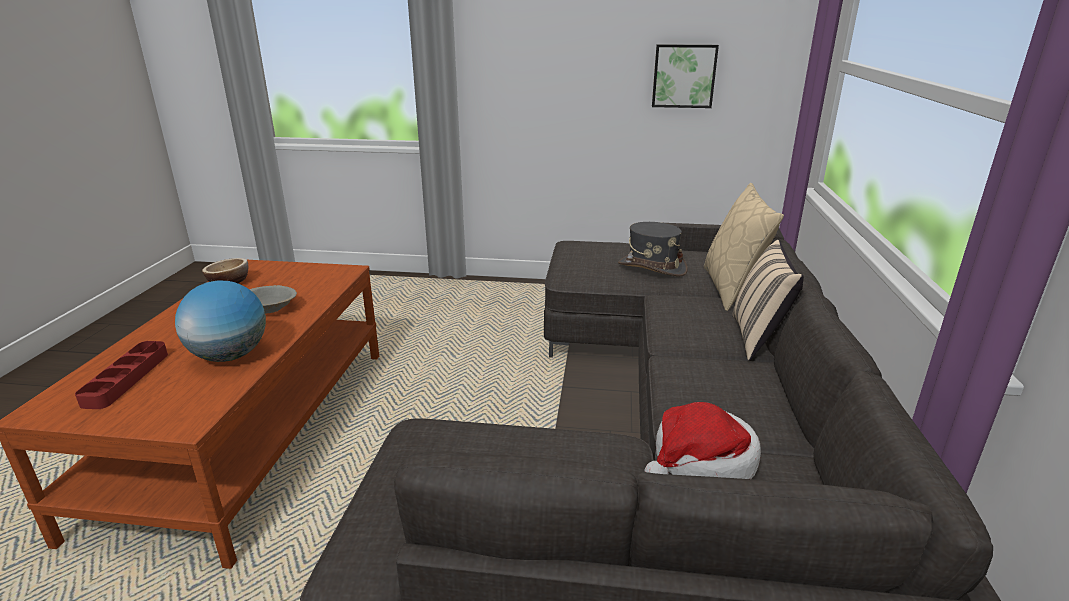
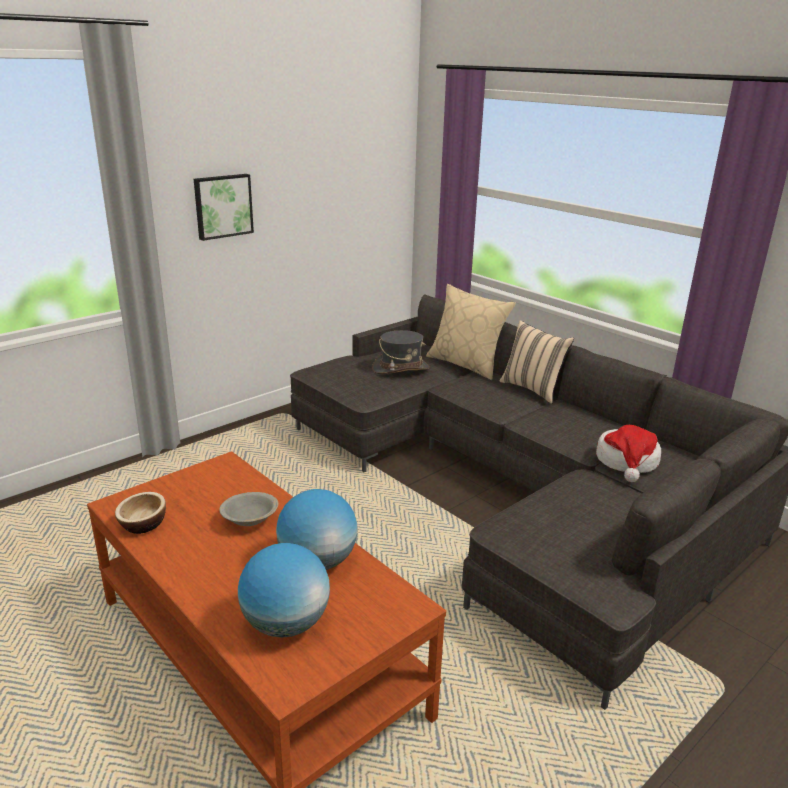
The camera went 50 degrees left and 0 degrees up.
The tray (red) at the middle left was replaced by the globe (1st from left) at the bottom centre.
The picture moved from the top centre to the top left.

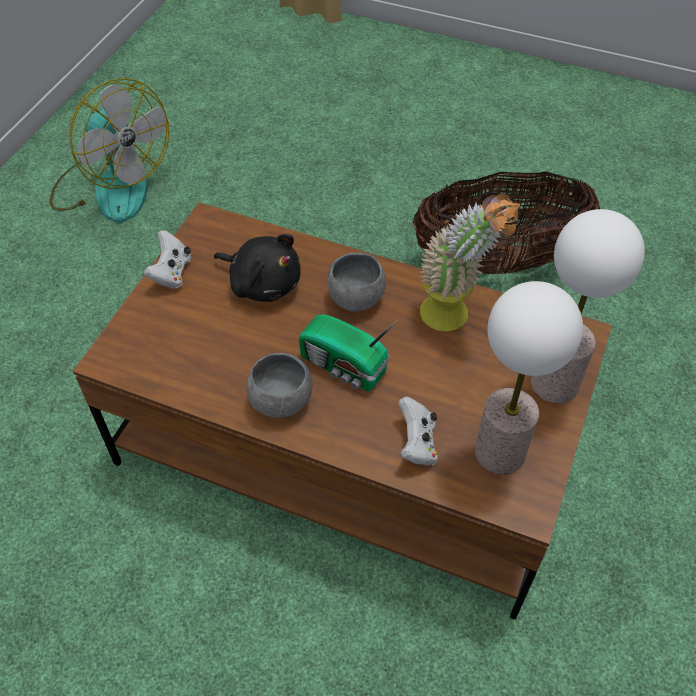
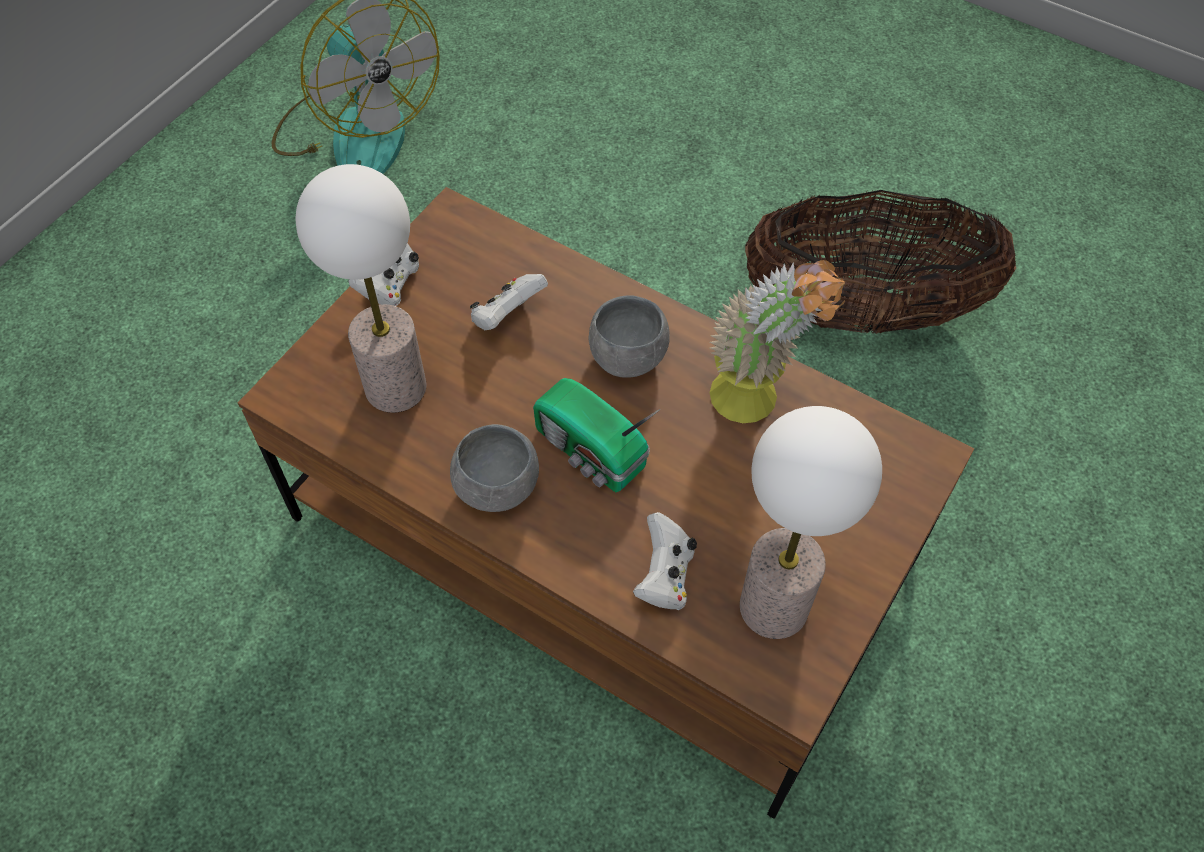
The camera went 10 degrees right and 5 degrees up.
The plush toy (black) at the centre was replaced by the game controller (white) (2nd from left) at the centre.
The table lamp (2nd from left in the first image) moved from the middle right to the middle left.

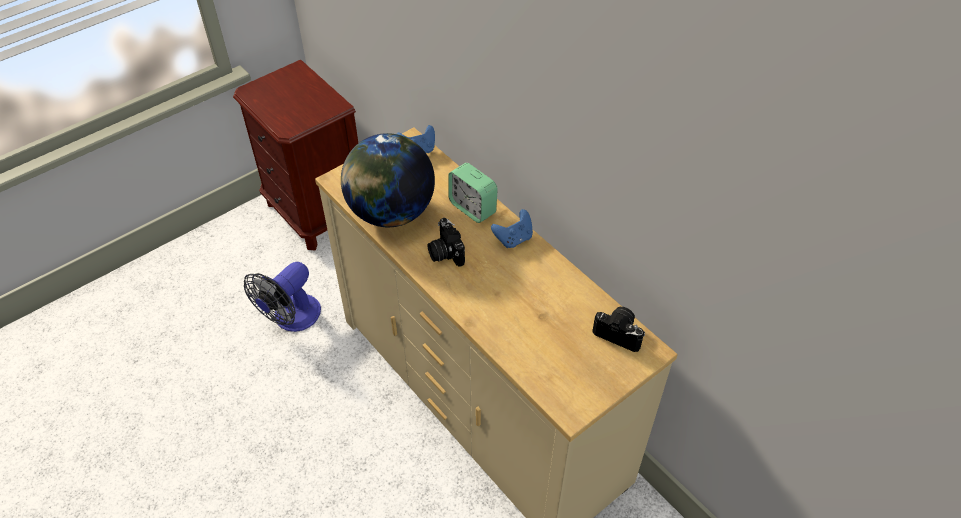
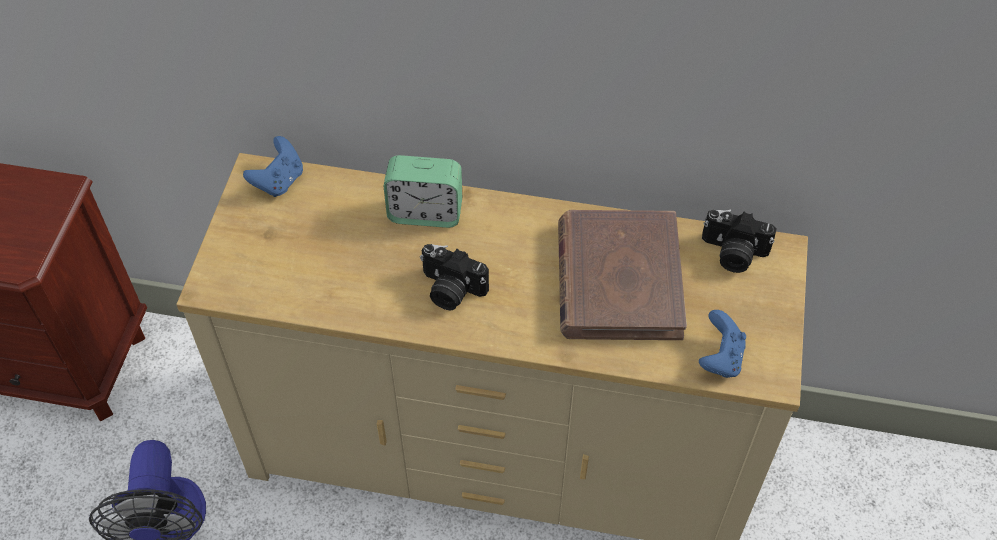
The camera went 40 degrees left and 5 degrees up.
The globe at the centre disappeared.
The game controller (blue) (2nd from left) moved from the centre to the middle right.
The photo camera (2nd from left) at the centre turned 150 degrees counterclockwise.
The book (brown) at the centre appeared.

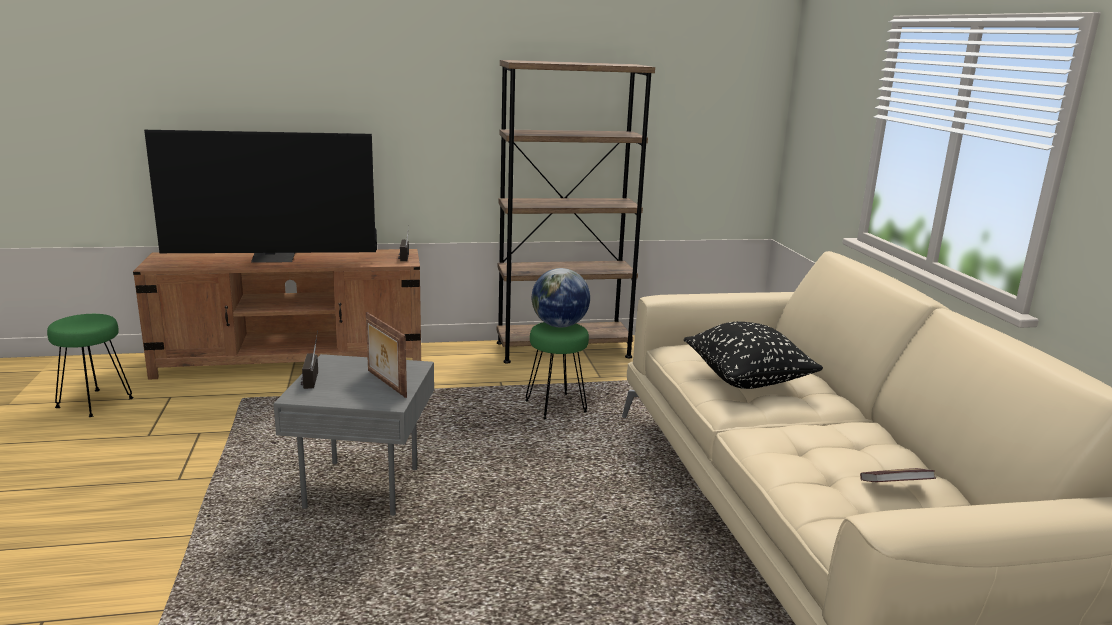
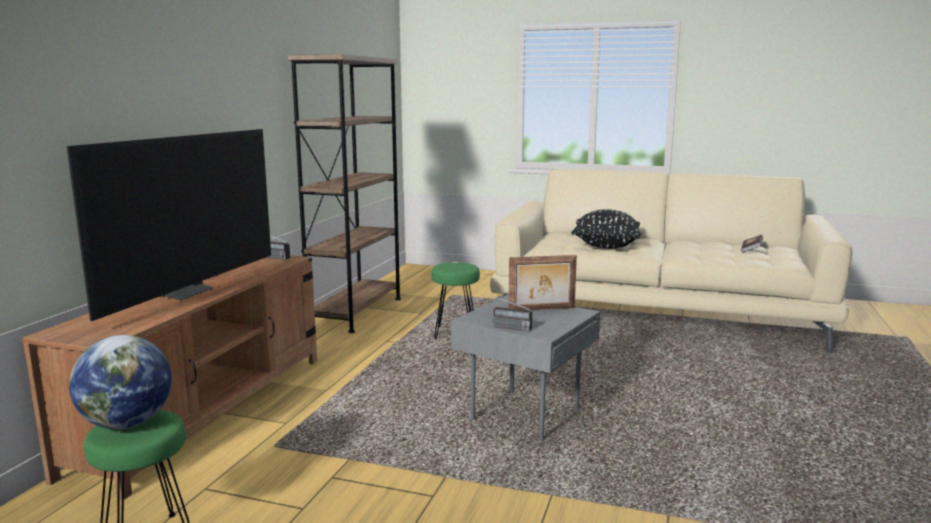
The camera went 60 degrees left and 5 degrees down.
The globe moved from the centre to the bottom left.

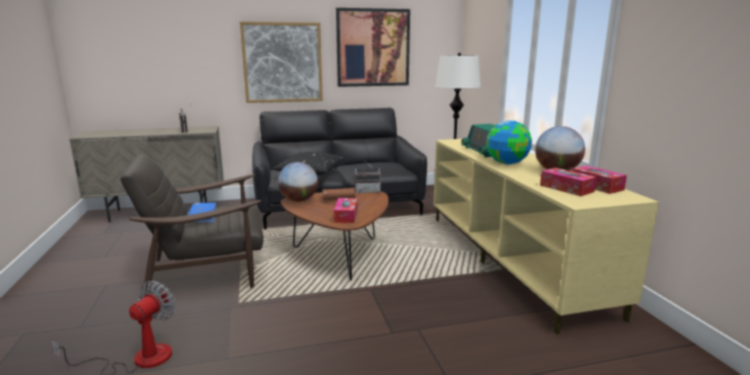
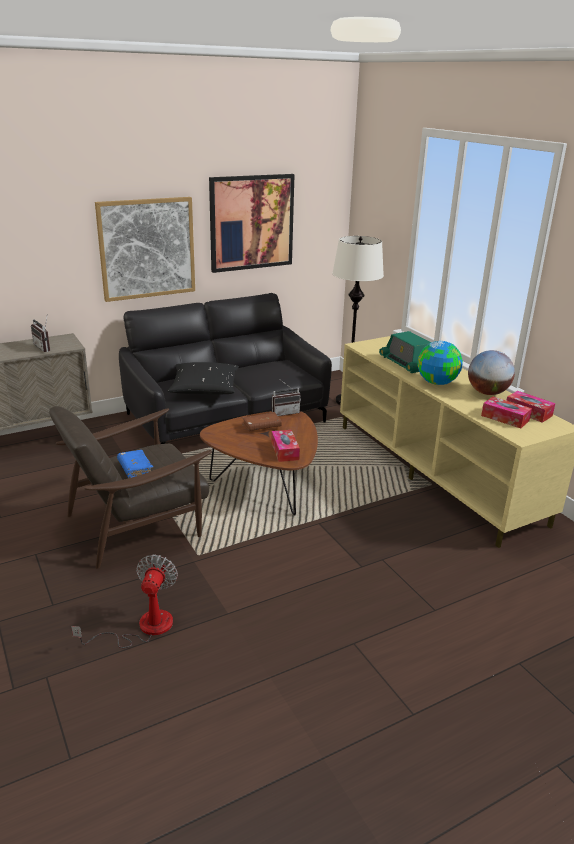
The camera went 15 degrees left and 10 degrees up.
The globe (1st from left) at the centre disappeared.

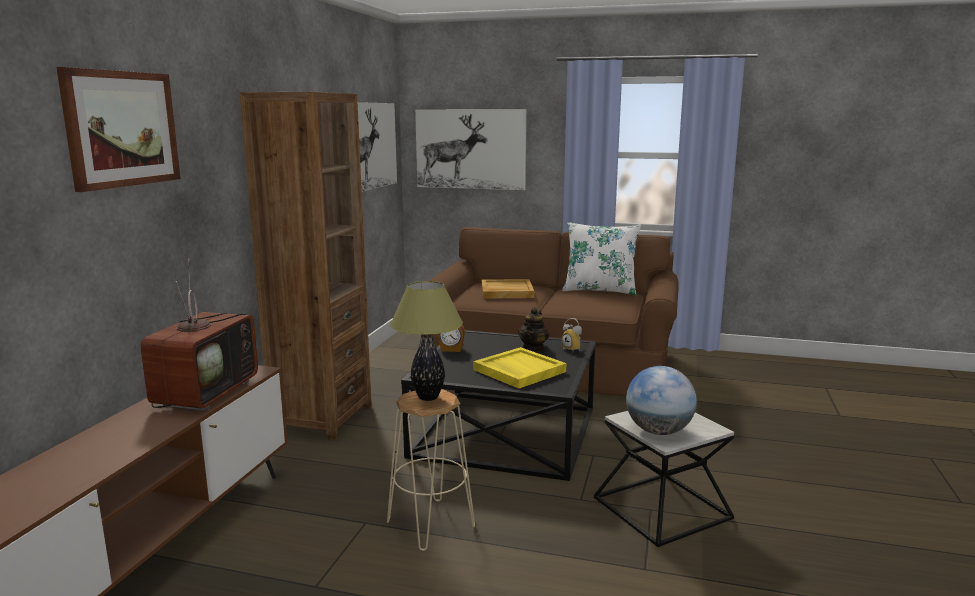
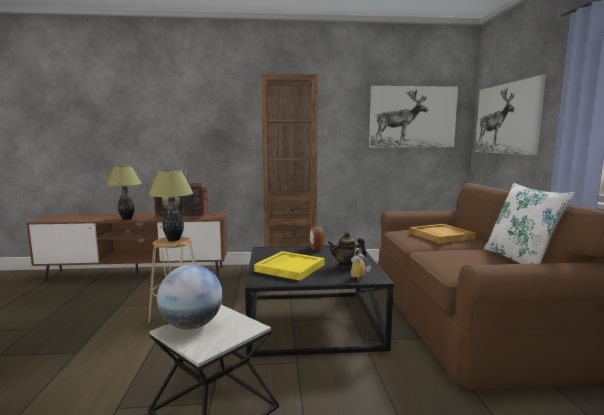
The camera went 70 degrees right and 5 degrees down.
The picture (1st from left) at the top left disappeared.
The table lamp (1st from left) at the middle left appeared.

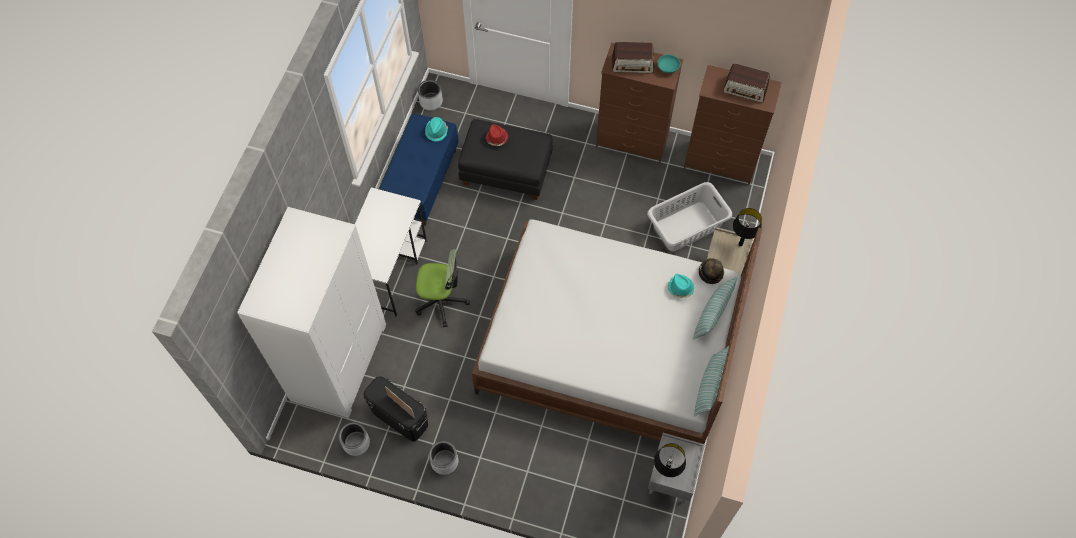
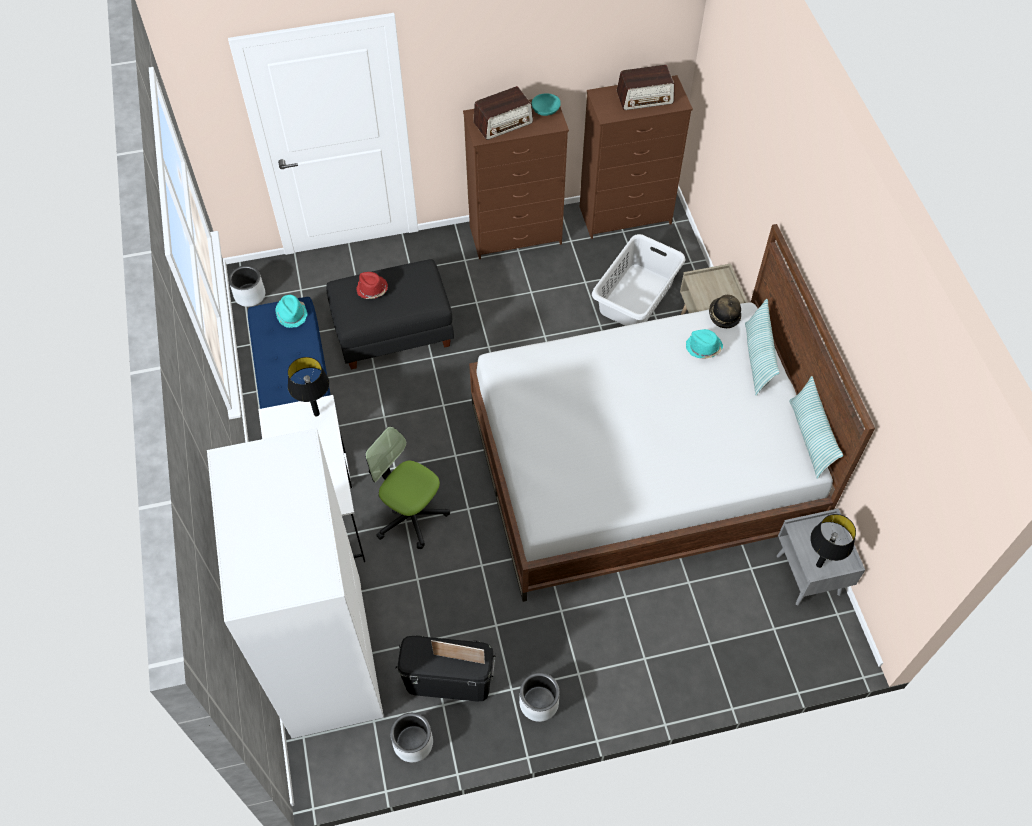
The camera went 30 degrees left and 5 degrees down.
The office chair at the centre turned 120 degrees counterclockwise.
The table lamp (black) (2nd from left in the first image) moved from the middle right to the middle left.

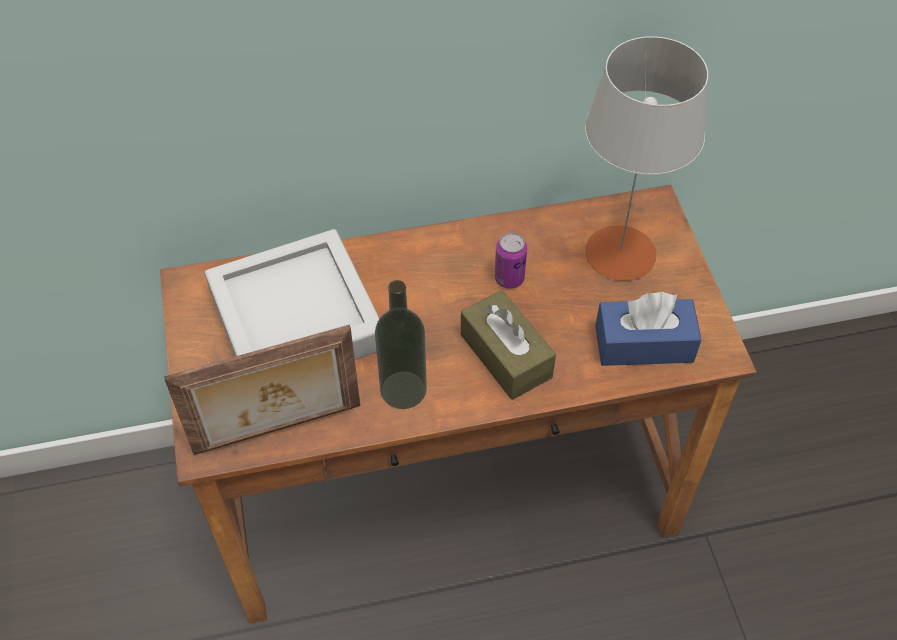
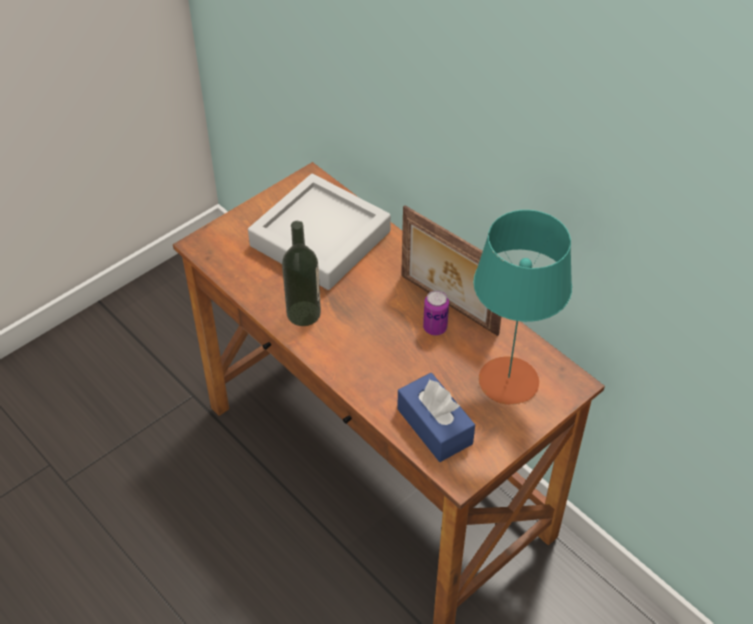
The camera went 60 degrees right and 5 degrees down.
The picture frame moved from the middle left to the centre.
The tissue box (brown) at the centre disappeared.
The table lamp (grey) at the top right became the table lamp (turquoise) at the middle right.

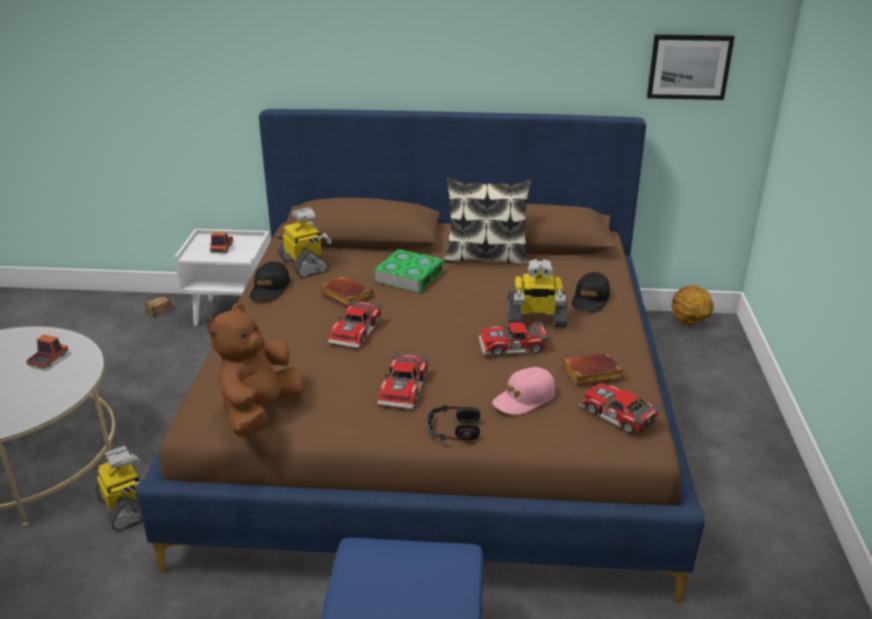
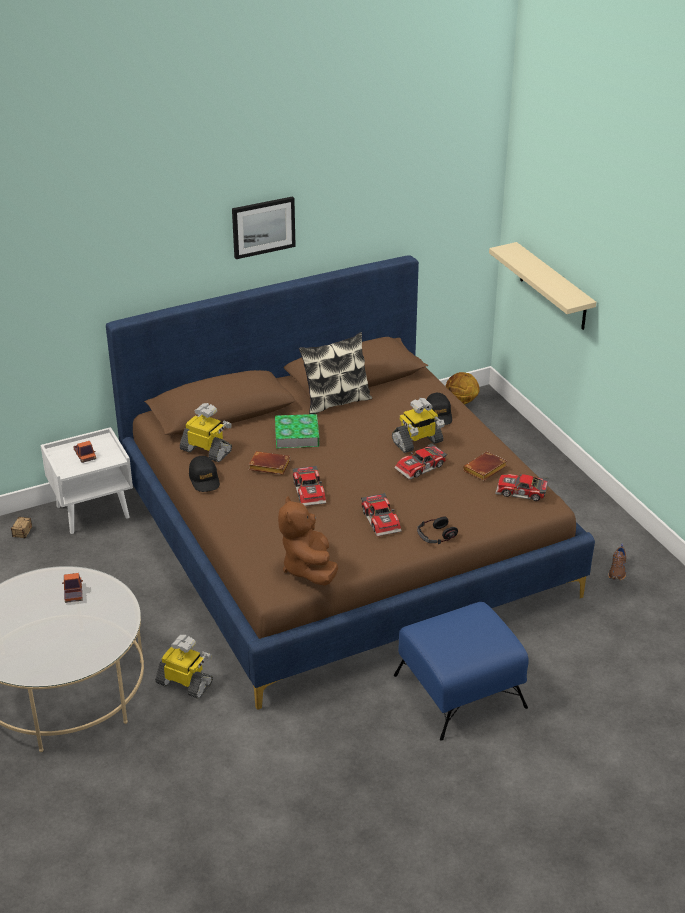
The camera went 30 degrees left and 5 degrees up.
The cap (pink) at the centre disappeared.
The picture moved from the top right to the top centre.
The shelf (beige) at the top right appeared.
The shoe (brown) at the middle right appeared.

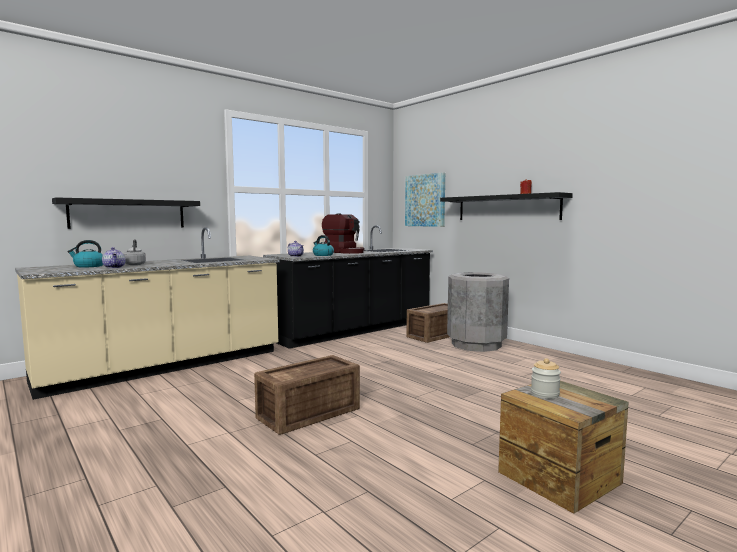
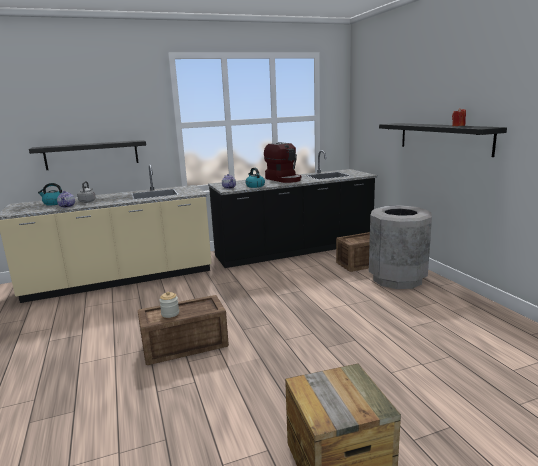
The camera went 20 degrees right and 10 degrees up.
The picture at the centre disappeared.
The jar moved from the bottom right to the middle left.

